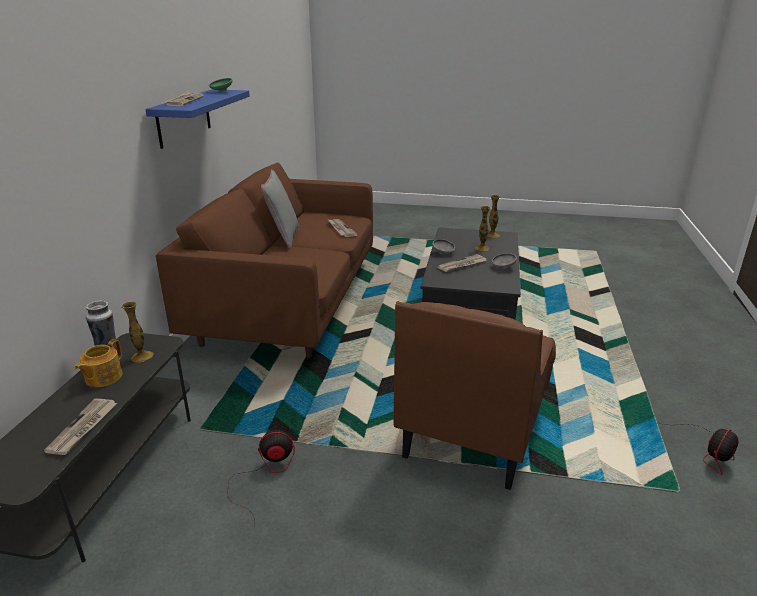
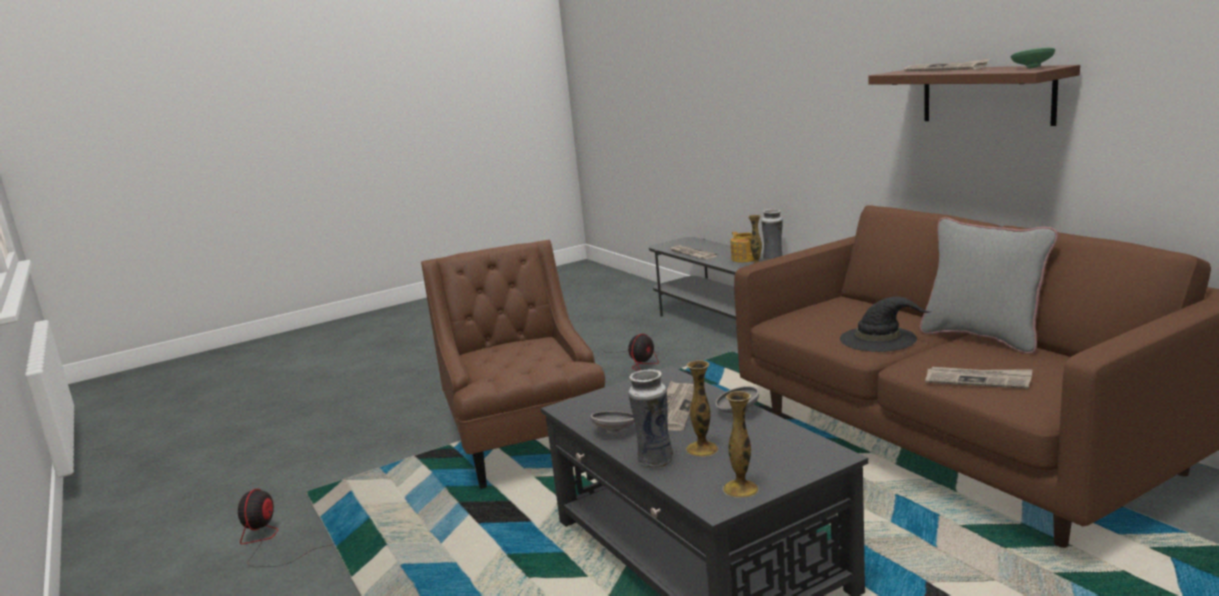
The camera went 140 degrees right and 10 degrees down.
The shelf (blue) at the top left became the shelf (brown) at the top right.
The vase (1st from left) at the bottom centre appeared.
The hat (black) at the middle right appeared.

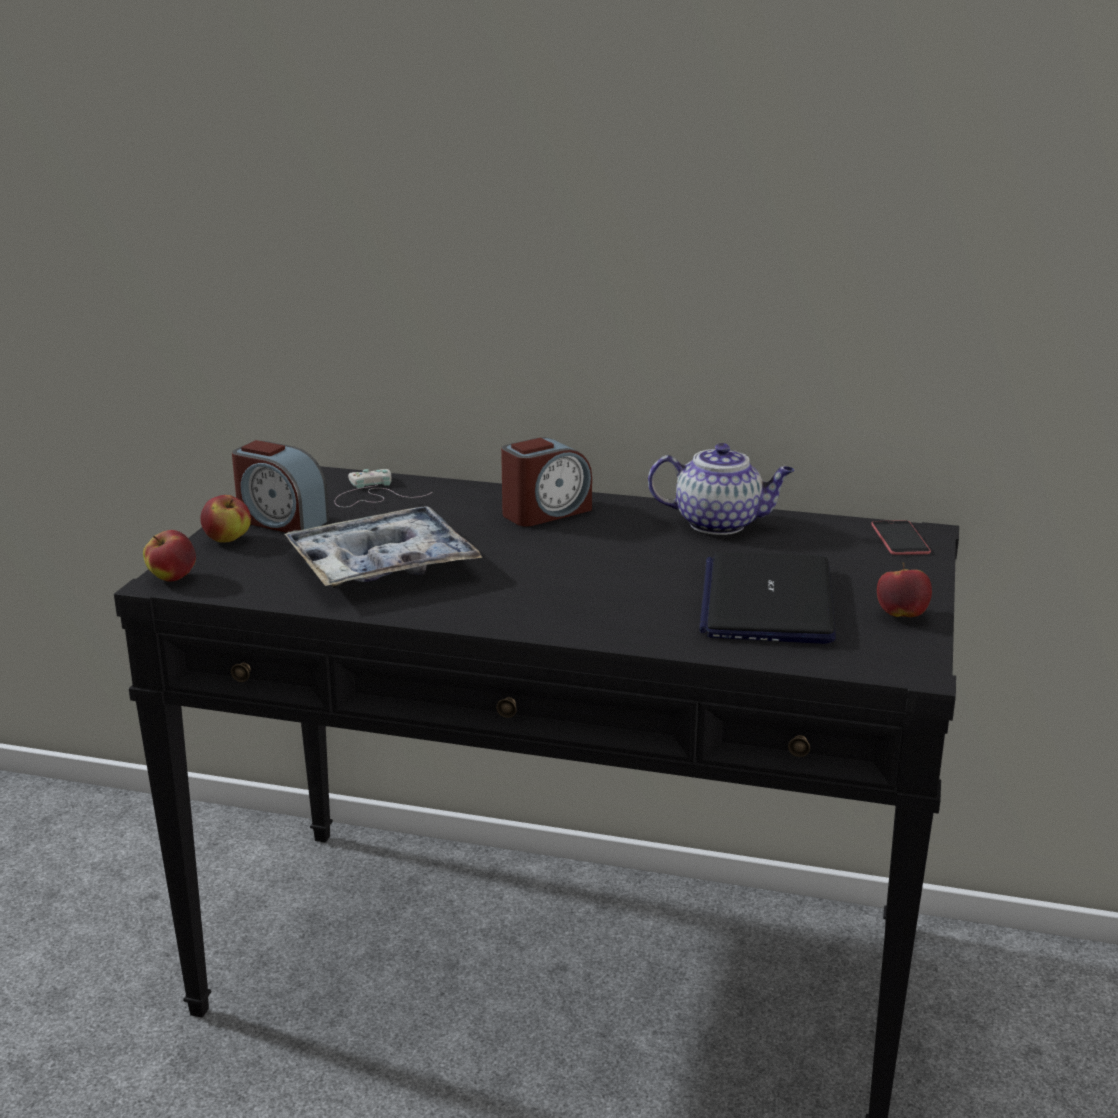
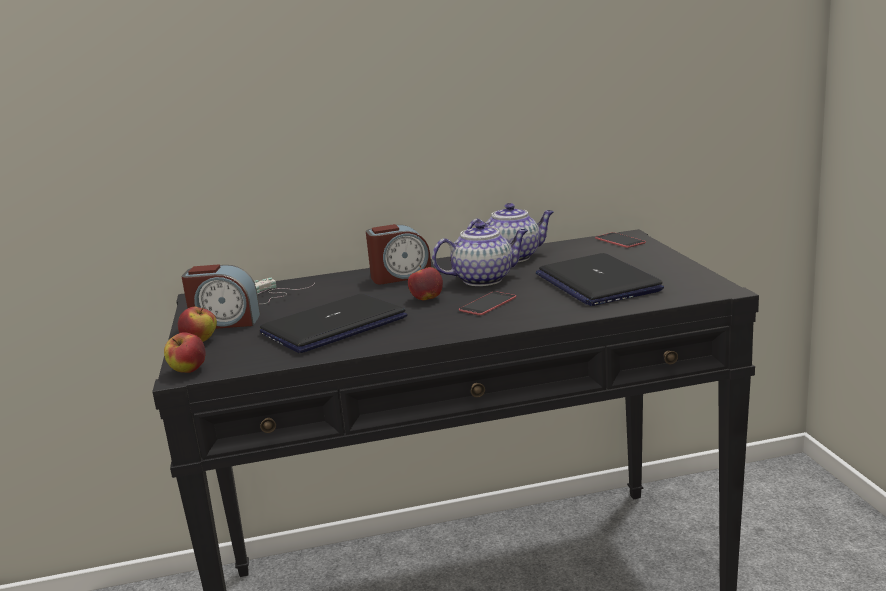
The camera went 25 degrees left and 5 degrees down.
The tray at the centre was replaced by the laptop (1st from left) at the centre.
The alarm clock (2nd from left) at the centre turned 45 degrees clockwise.
The apple (3rd from left) moved from the middle right to the centre.
The teapot (1st from left) at the centre appeared.
The phone (1st from left) at the centre appeared.

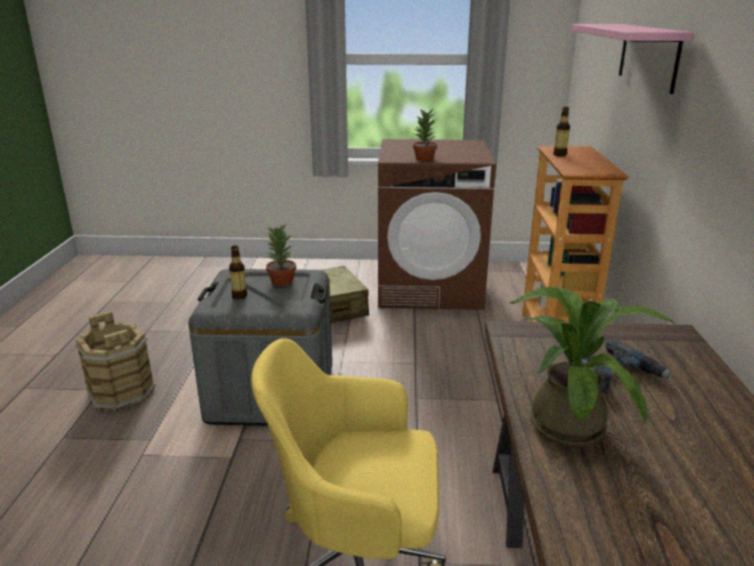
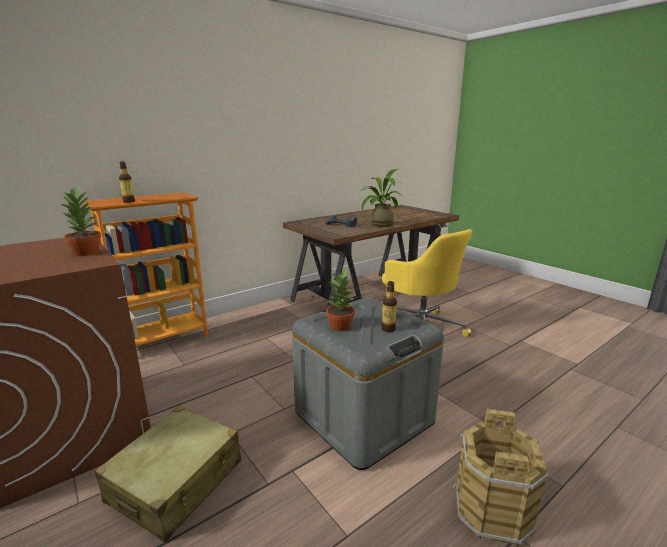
The camera went 130 degrees left and 5 degrees down.
The shelf (pink) at the top right disappeared.

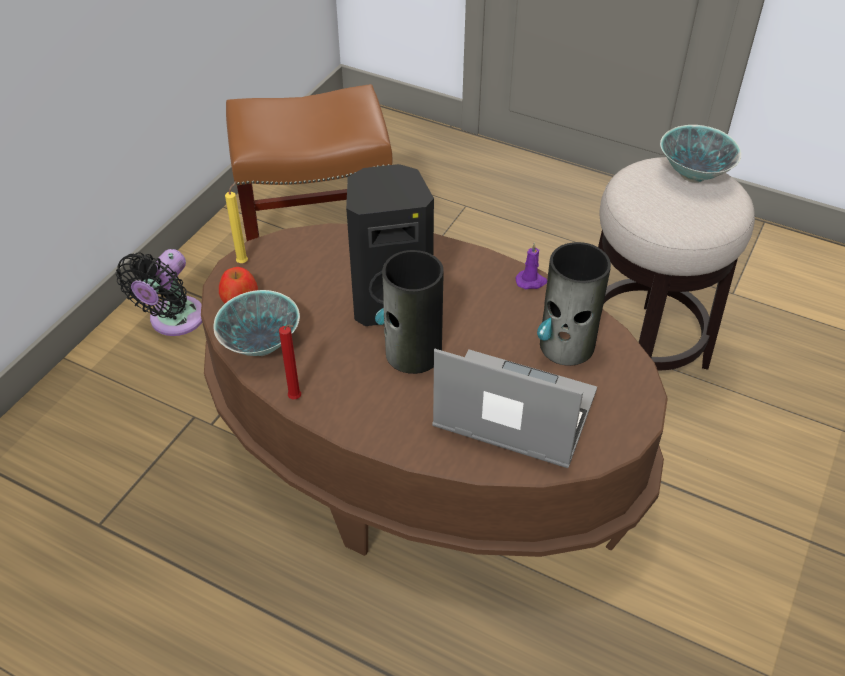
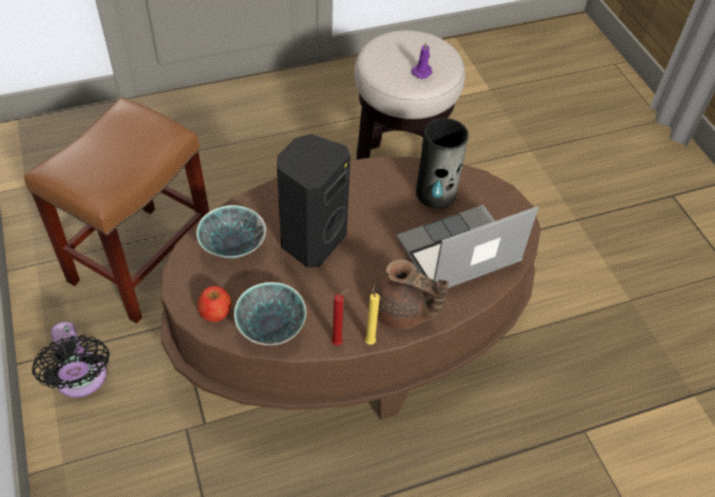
The camera went 50 degrees left and 5 degrees up.
The candle (yellow) moved from the top left to the centre.
The vase (1st from left) at the centre disappeared.
The candle (purple) moved from the centre to the top centre.
The bowl (2nd from left in the first image) moved from the top right to the middle left.
The teapot (brown) at the centre appeared.

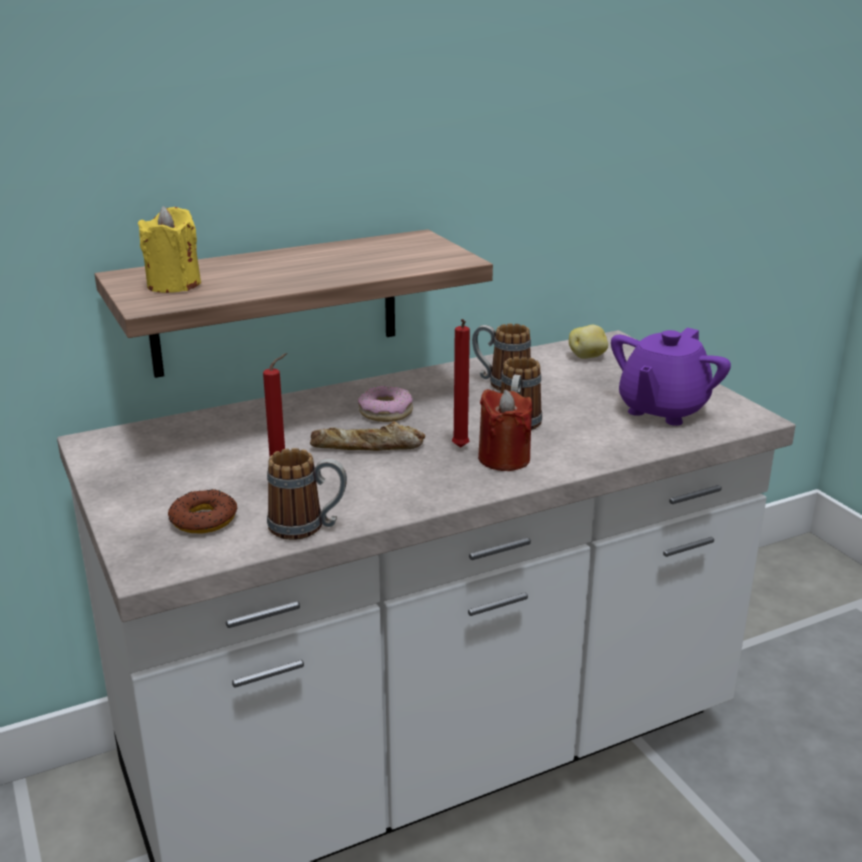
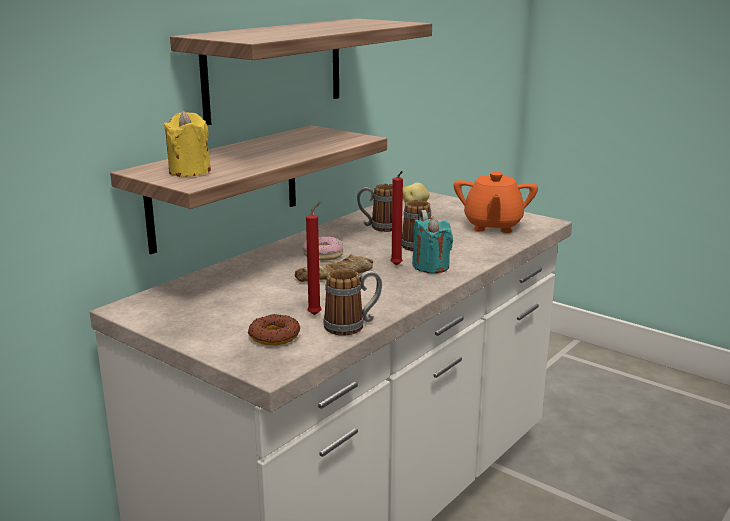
The camera went 25 degrees left and 5 degrees down.
The candle (red) (3rd from left) at the centre became the candle (turquoise) at the centre.
The teapot (purple) at the middle right became the teapot (orange) at the middle right.
The shelf (2nd from left) at the top centre appeared.

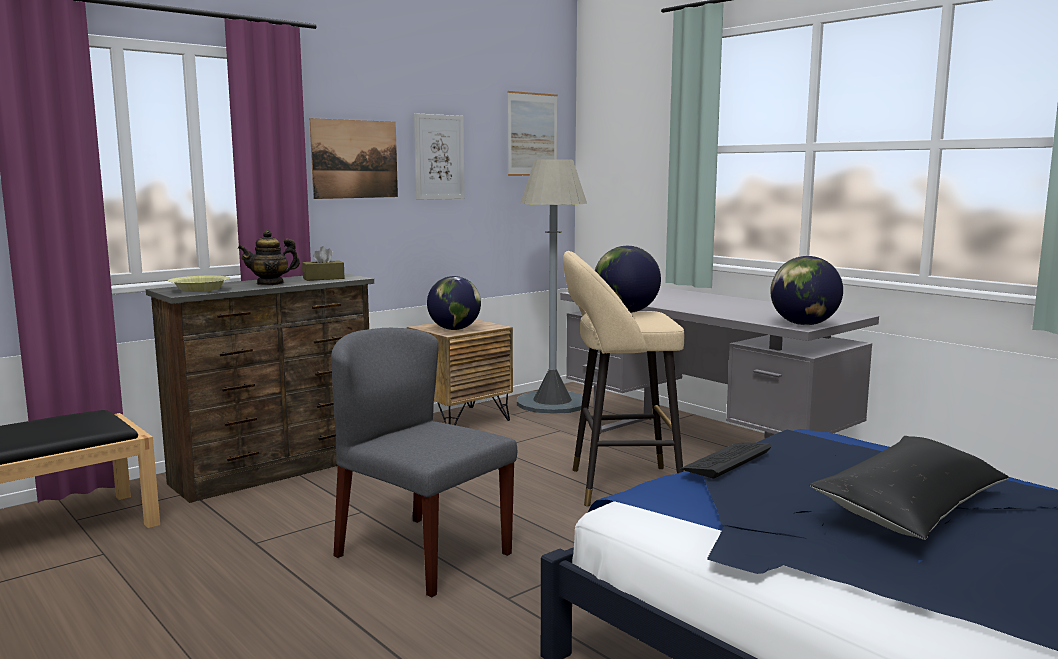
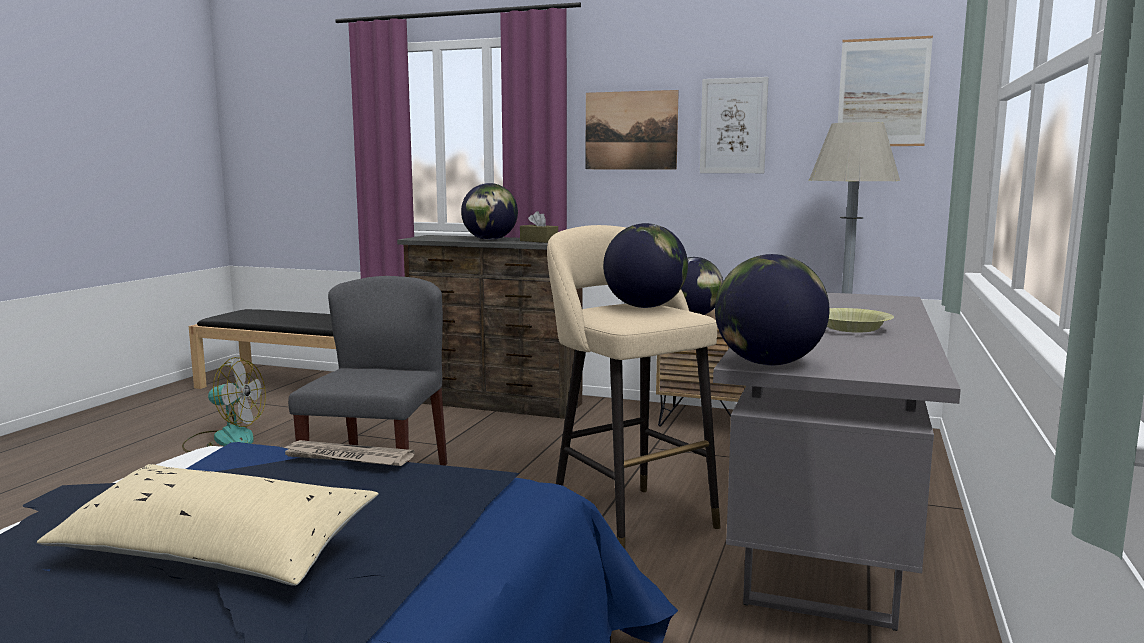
The camera went 60 degrees right and 0 degrees up.
The bowl (yellow) moved from the middle left to the middle right.
The teapot at the middle left was replaced by the globe (1st from left) at the top centre.
The keyboard at the bottom right was replaced by the newspaper at the bottom left.
The pillow (black) at the bottom right became the pillow (beige) at the bottom left.
The fan at the middle left appeared.

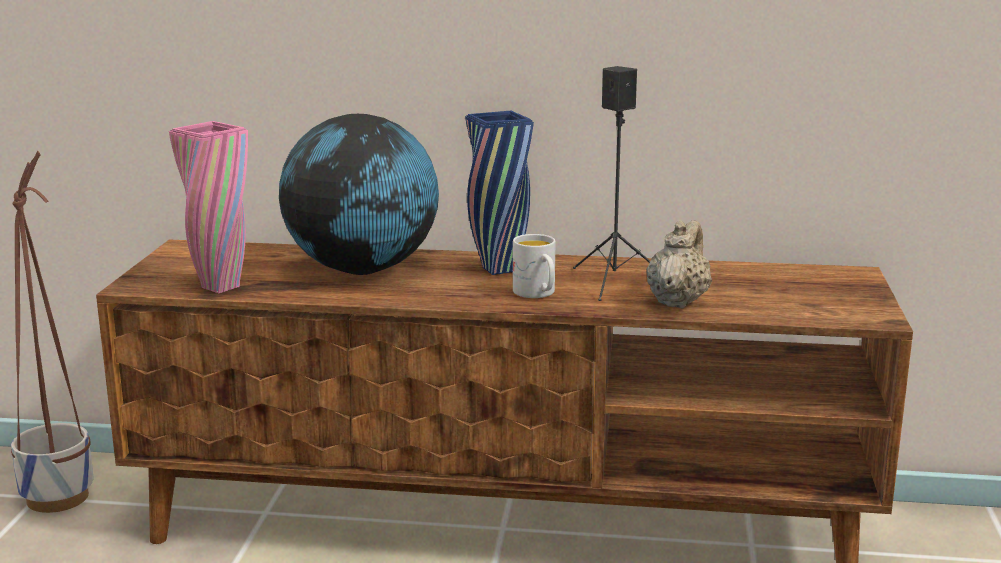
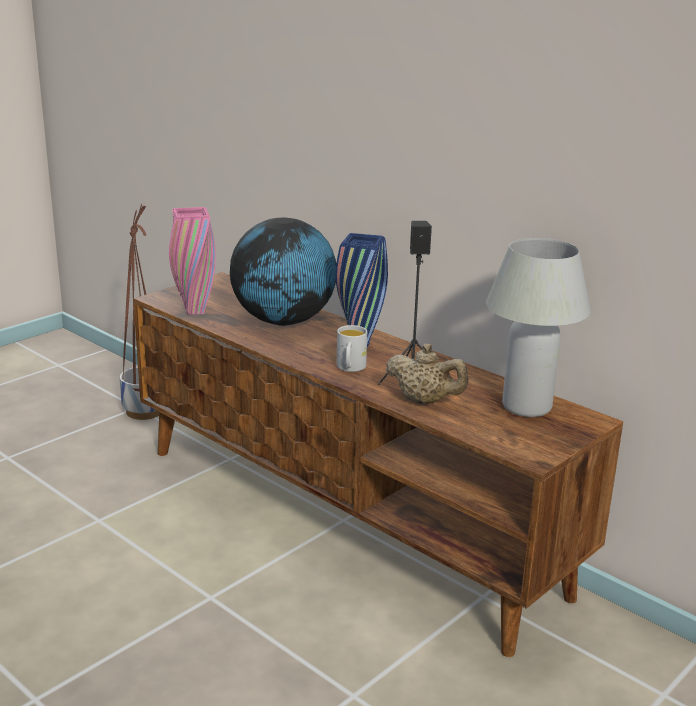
The camera went 35 degrees right and 5 degrees up.
The teapot (beige) at the middle right turned 60 degrees clockwise.
The table lamp (white) at the middle right appeared.

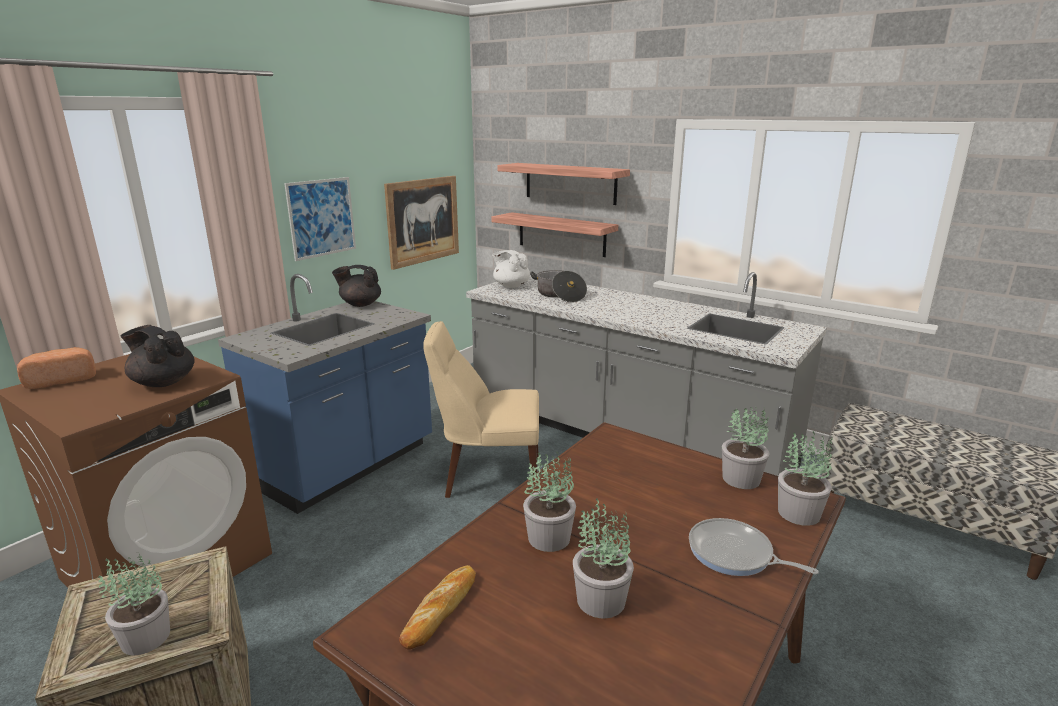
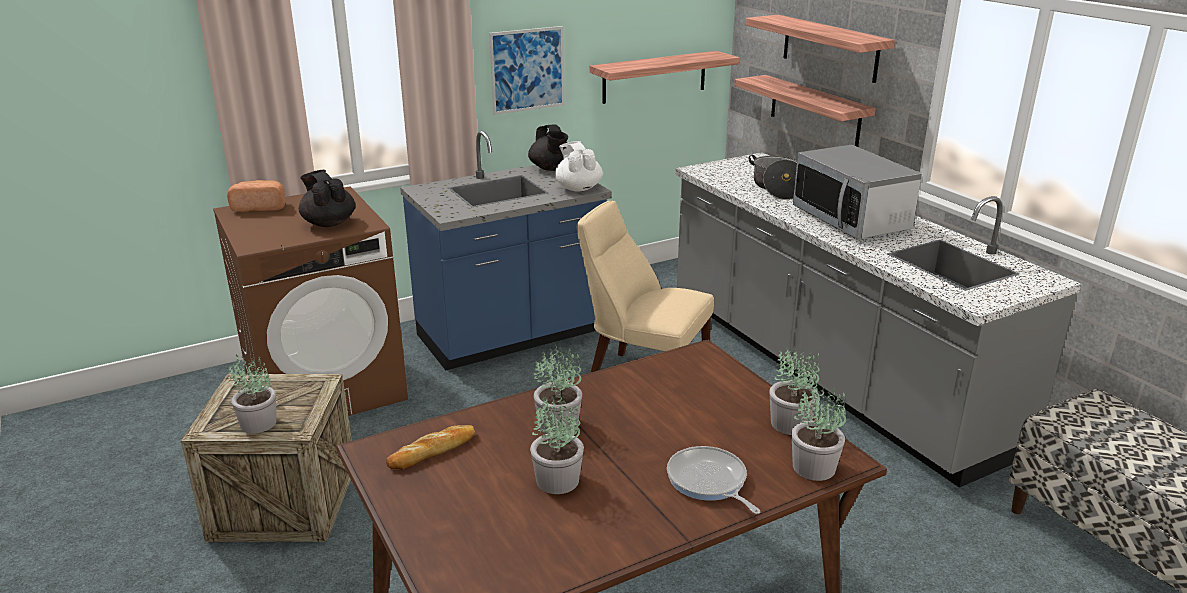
The camera went 25 degrees right and 5 degrees up.
The teapot (black) (2nd from left) at the centre turned 135 degrees counterclockwise.
The picture (2nd from left) at the top centre was replaced by the shelf (1st from left) at the top centre.
The teapot (white) moved from the centre to the top centre.
The microwave at the top right appeared.

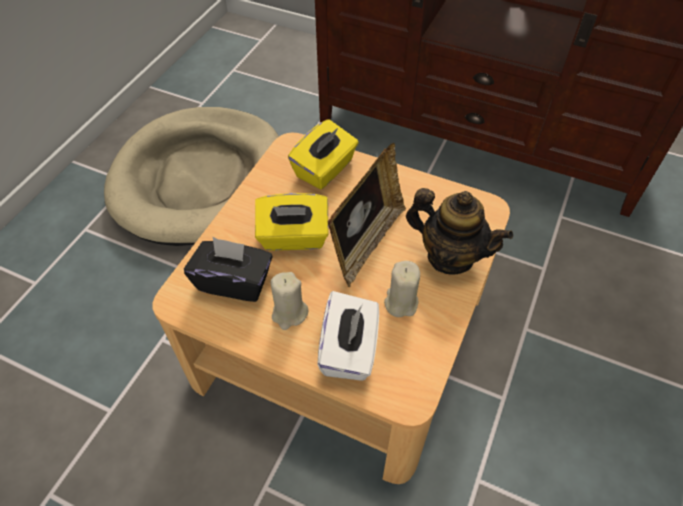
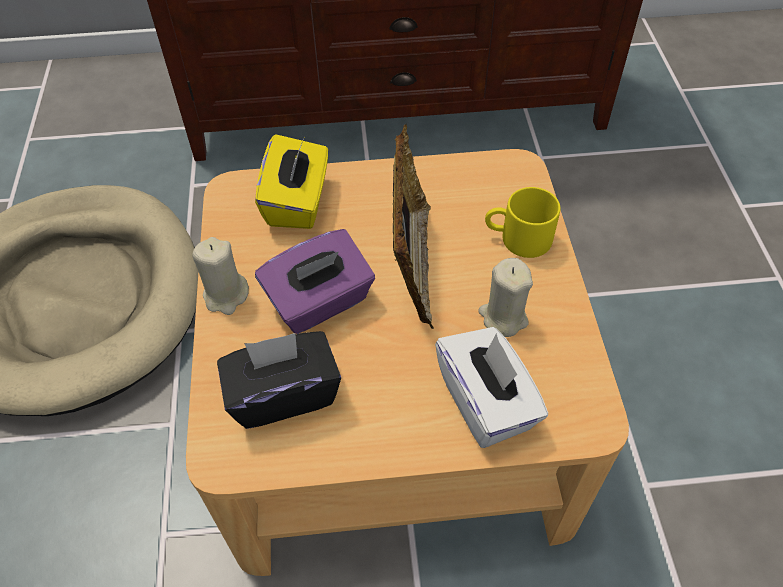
The camera went 30 degrees left and 0 degrees up.
The tissue box (yellow) (1st from left) at the centre became the tissue box (purple) at the centre.
The candle (beige) (1st from left) moved from the centre to the middle left.
The teapot at the middle right was replaced by the mug (yellow) at the middle right.

